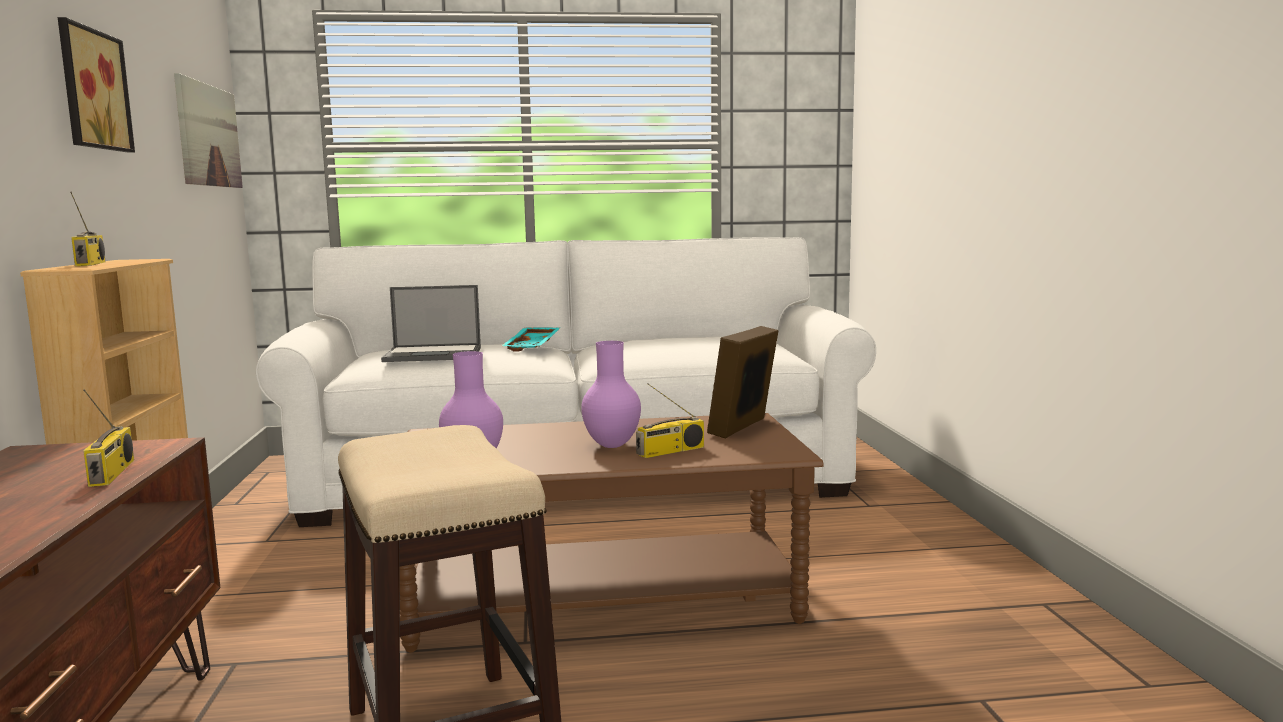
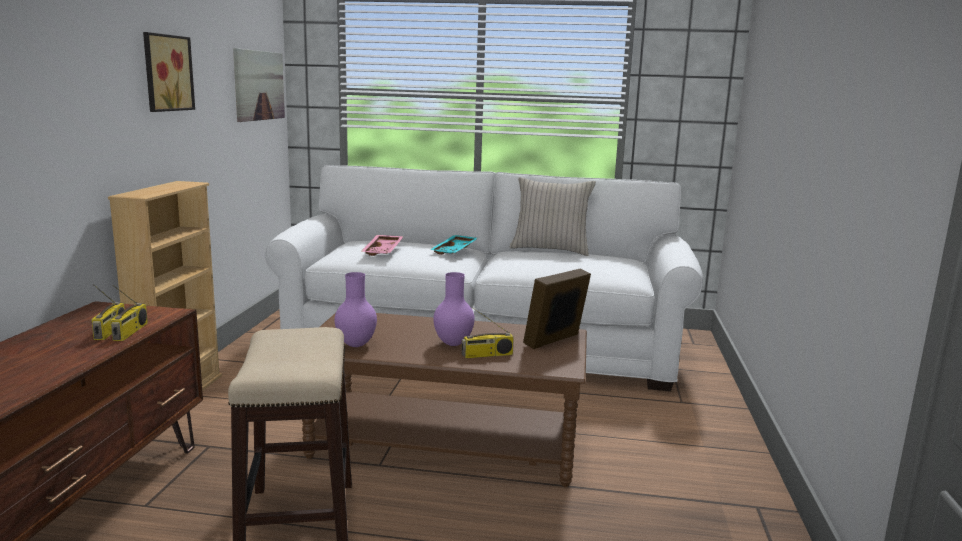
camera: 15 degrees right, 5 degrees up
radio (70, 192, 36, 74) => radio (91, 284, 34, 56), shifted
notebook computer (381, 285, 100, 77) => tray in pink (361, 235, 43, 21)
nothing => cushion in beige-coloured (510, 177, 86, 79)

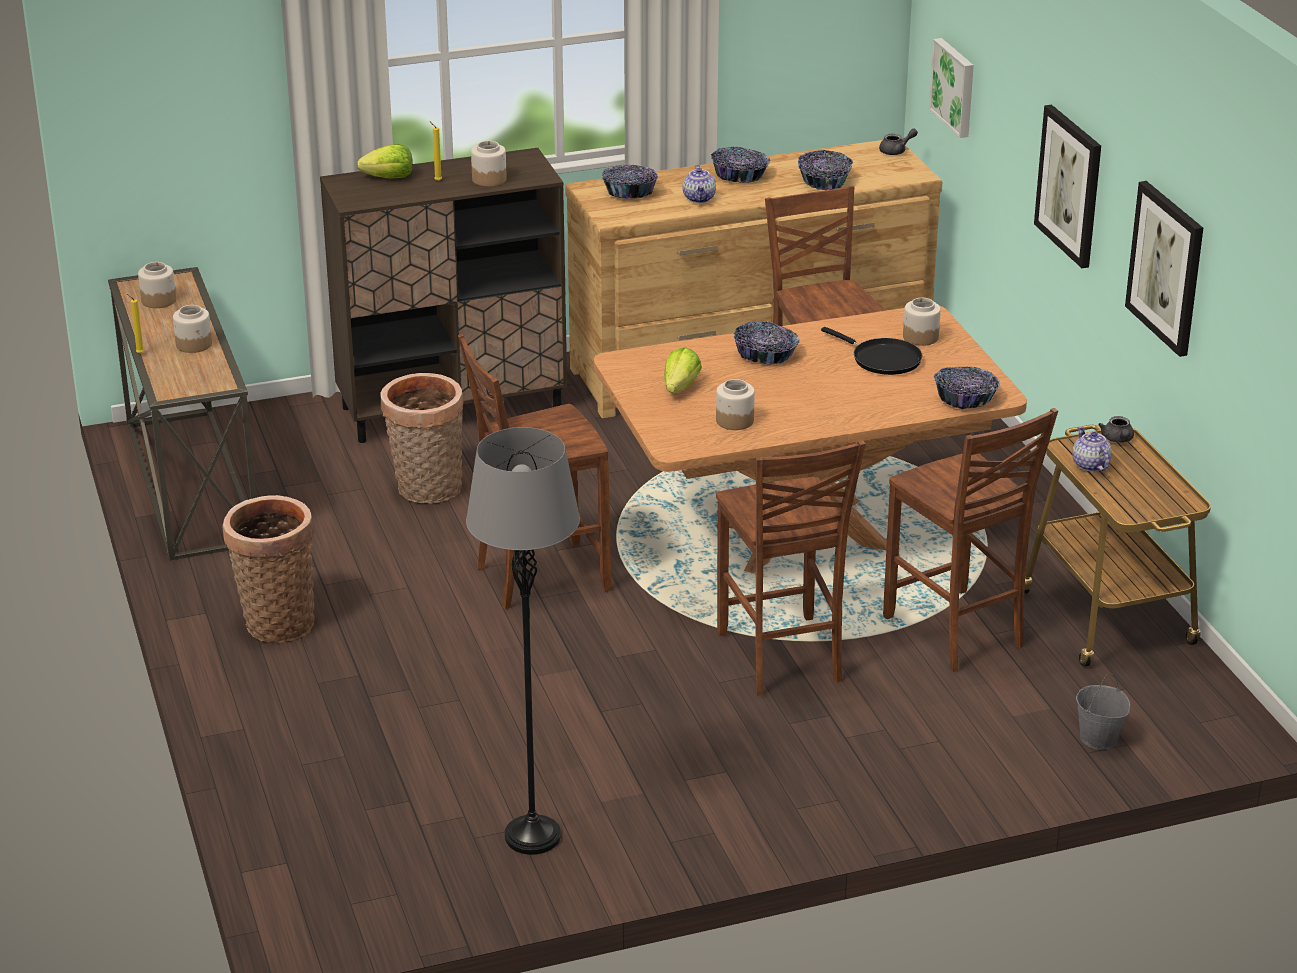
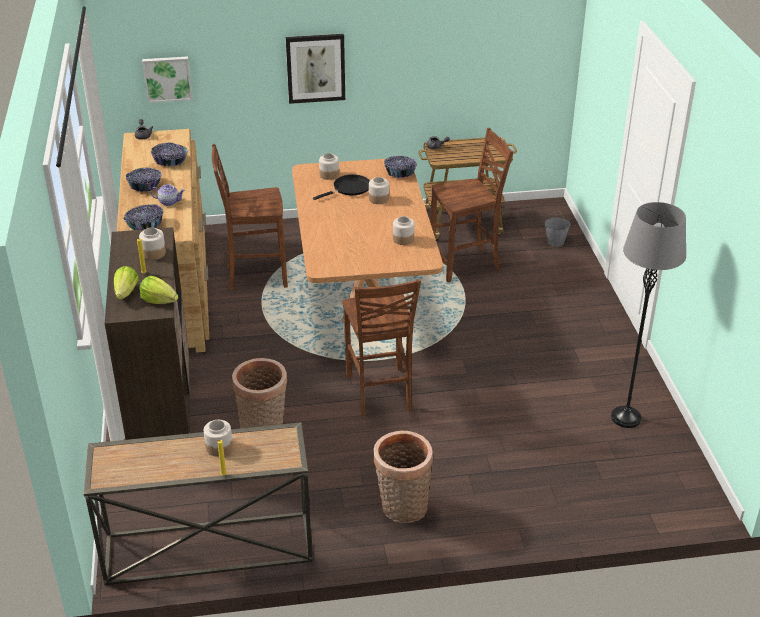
camera: 80 degrees left, 5 degrees up
lettuce head (664, 347, 38, 46) => lettuce head (139, 276, 39, 28), shifted
preserve jar (138, 262, 38, 46) => preserve jar (369, 177, 20, 27), shifted
chair in brownish (716, 440, 149, 256) => nothing
serving bowl (733, 321, 67, 44) => nothing
pot for tea (1072, 426, 40, 46) => nothing
wall art (1125, 181, 78, 176) => nothing

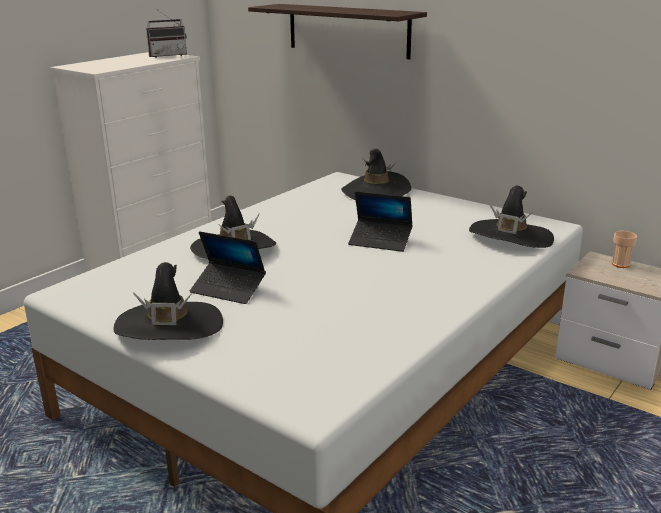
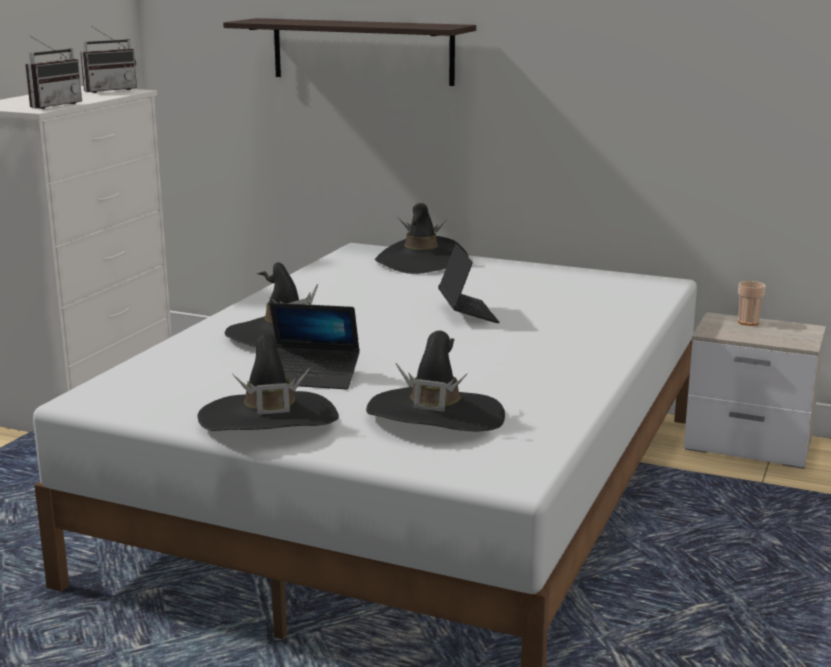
camera: 15 degrees left, 5 degrees down
nothing => radio (25, 35, 57, 74)
wearable hat in black-coloured (469, 186, 85, 62) => wearable hat in black-coloured (366, 331, 139, 100), shifted
notebook computer (348, 192, 65, 60) => notebook computer (438, 244, 61, 79), 105 degrees counterclockwise

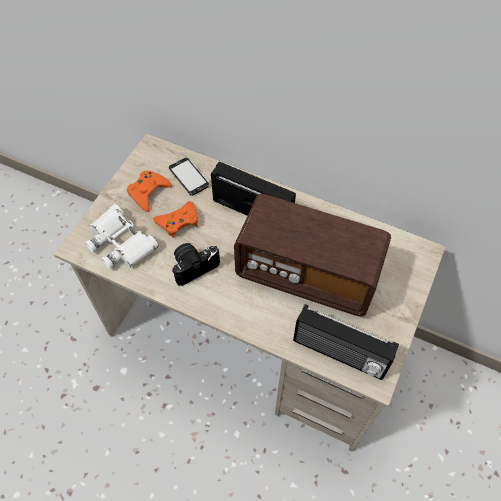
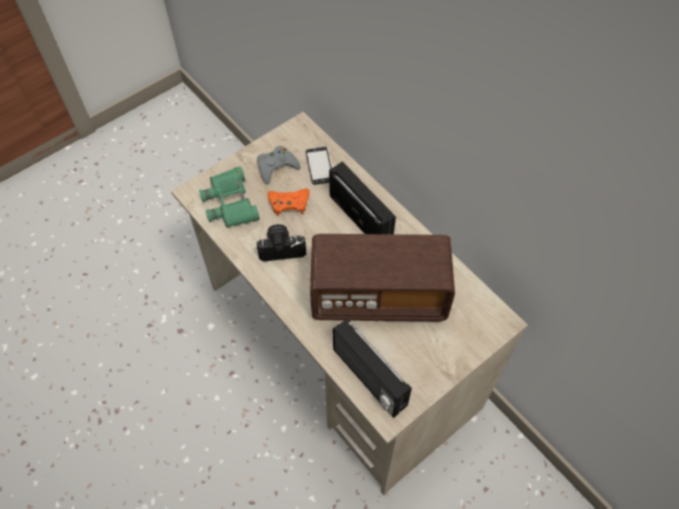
camera: 25 degrees right, 0 degrees up
pair of binoculars in white (85, 204, 74, 65) => pair of binoculars in green-coloured (199, 166, 61, 61)
game controller in orange (127, 171, 45, 41) => game controller in greyish (257, 146, 44, 39)
radio (234, 194, 157, 123) => radio (310, 234, 145, 87), 45 degrees counterclockwise

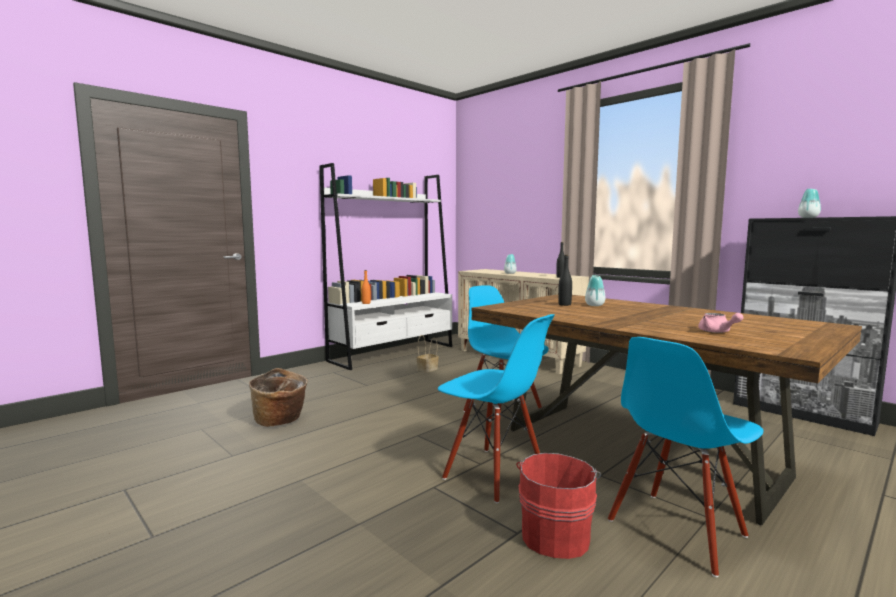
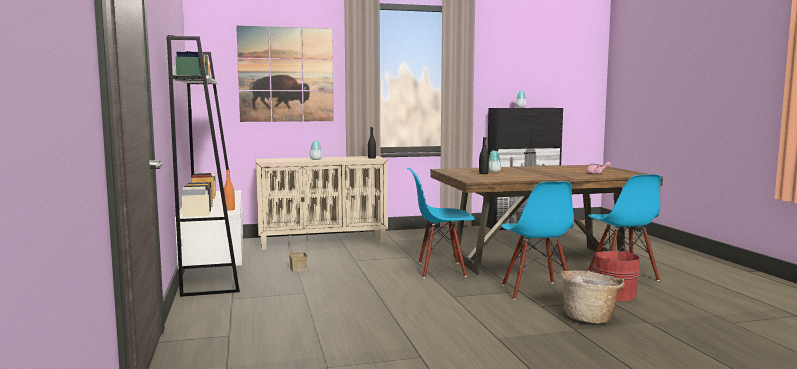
camera: 60 degrees left, 0 degrees up
nothing => wall art (236, 26, 98, 96)
chair in blue-coloured (438, 314, 117, 189) => chair in blue-coloured (501, 181, 73, 119), 105 degrees clockwise
storage basket (249, 368, 58, 59) => storage basket (559, 270, 66, 54), shifted

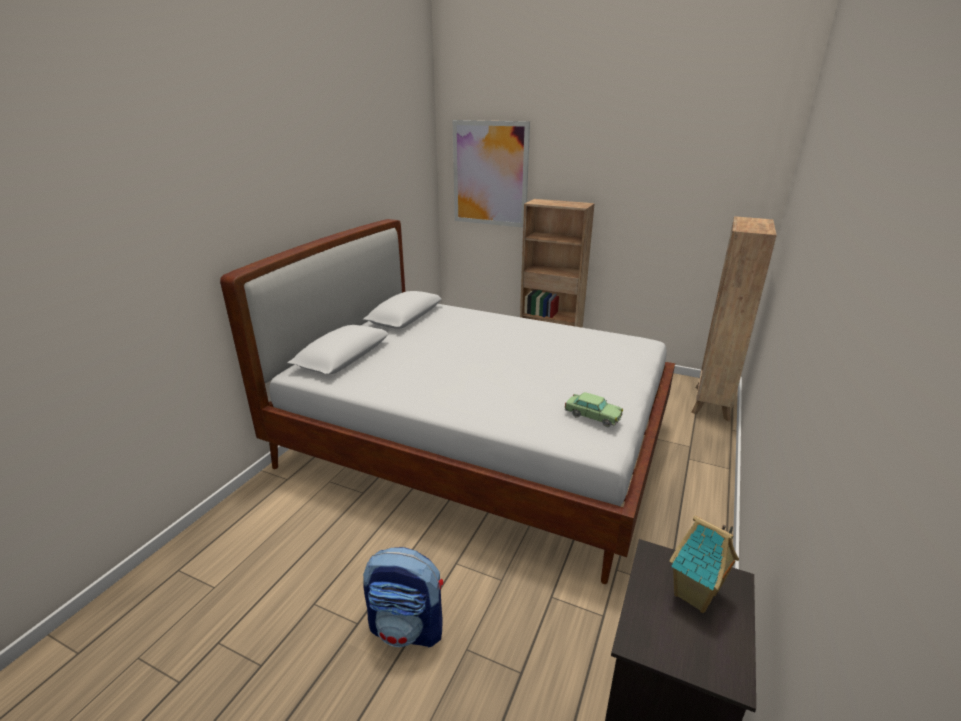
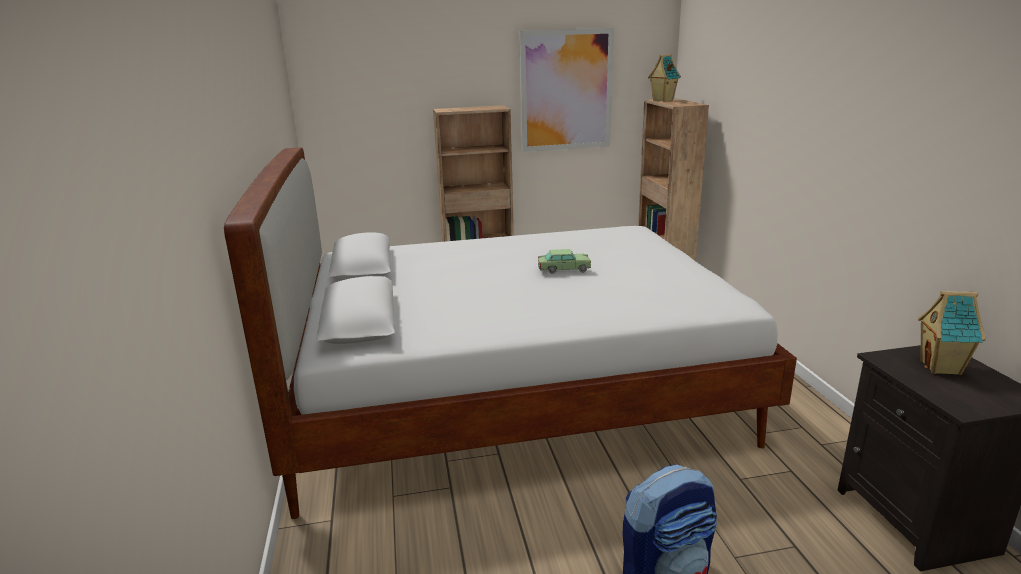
camera: 35 degrees left, 5 degrees down
wall art (453, 120, 77, 108) => wall art (519, 28, 95, 124), shifted
toy car (565, 392, 58, 35) => toy car (538, 249, 53, 25), shifted
nothing => toy house (648, 54, 33, 48)

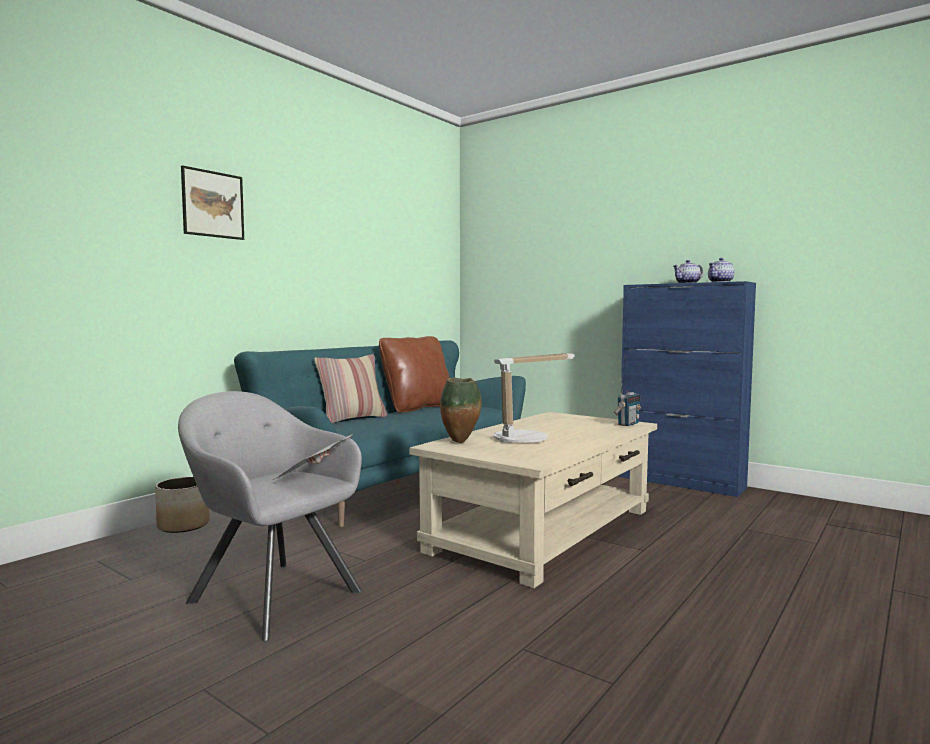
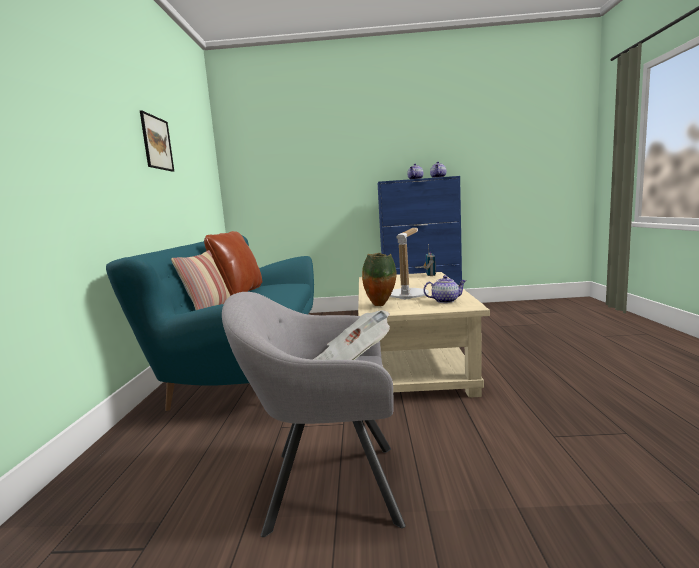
camera: 35 degrees left, 5 degrees up
wall art (181, 165, 63, 75) => wall art (140, 111, 34, 60), shifted
nothing => pot for tea (423, 275, 44, 28)
plant pot (155, 477, 55, 56) => nothing

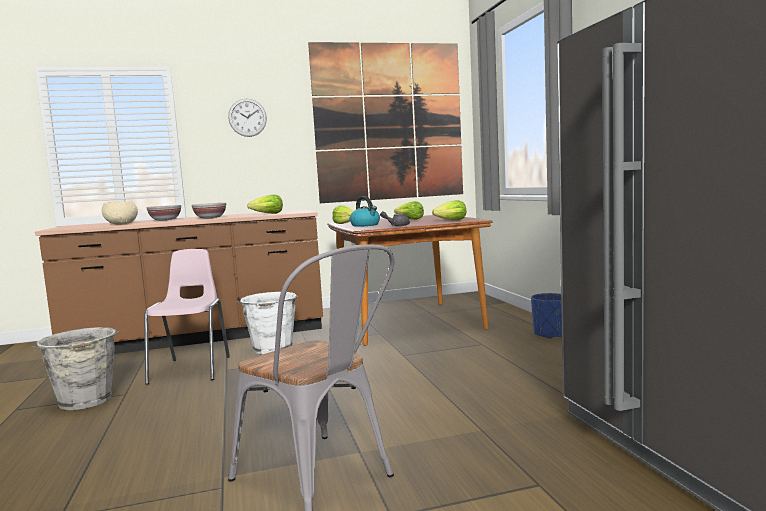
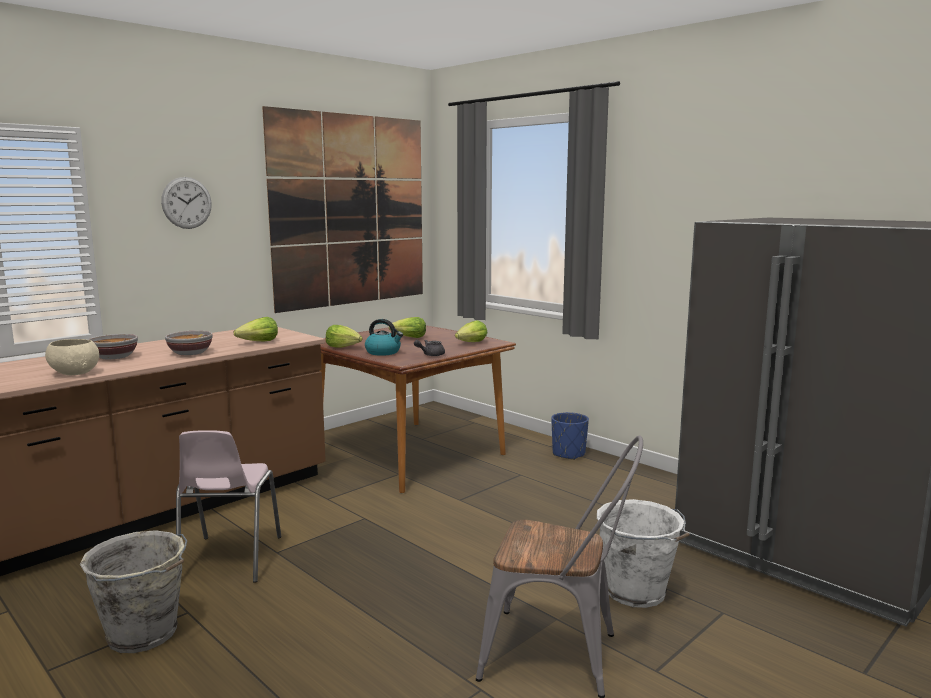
camera: 30 degrees left, 5 degrees up
chair in pink (144, 249, 86, 136) => chair in pink (176, 430, 105, 153), 150 degrees counterclockwise
pail in white (237, 292, 61, 62) => pail in white (597, 499, 93, 109), shifted

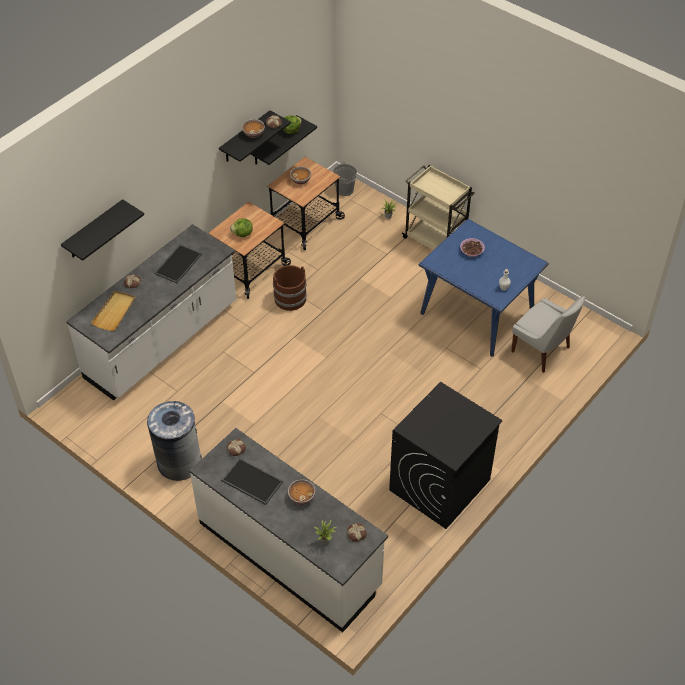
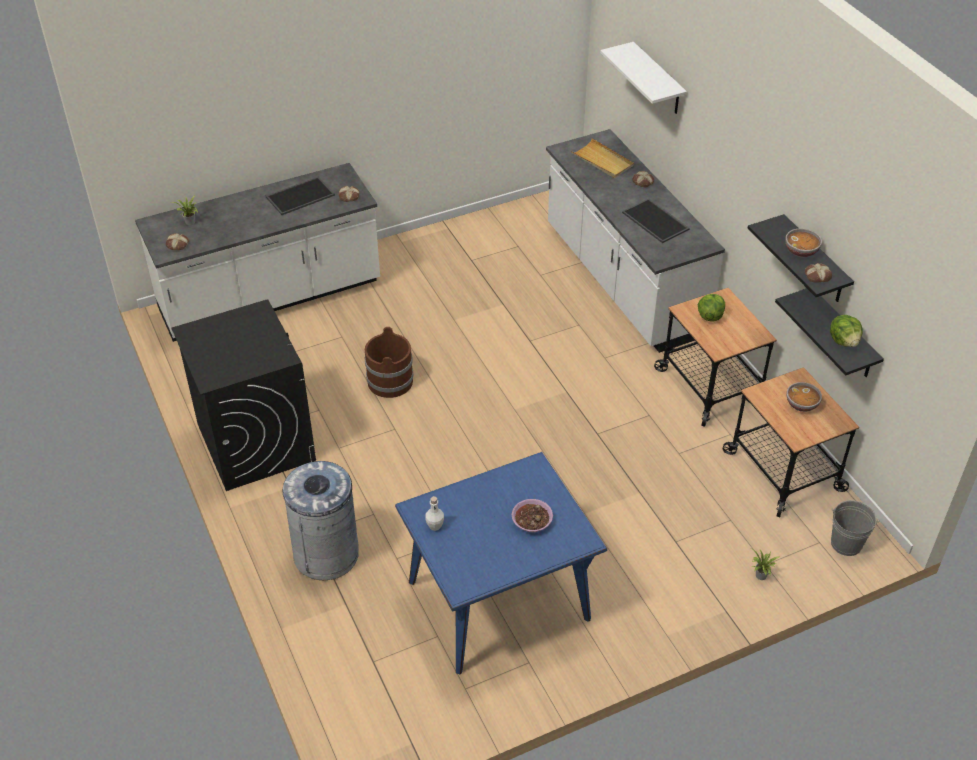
camera: 115 degrees right, 5 degrees down
trash can in greyish (147, 399, 55, 82) => trash can in greyish (283, 461, 76, 119), shifted
pail in brownish (273, 265, 34, 46) => pail in brownish (365, 327, 48, 71), shifted
shelf in black-coloured (61, 199, 83, 62) => shelf in white (600, 42, 87, 72)
serving bowl (288, 479, 27, 26) => nothing
trolley in beige-coloured (401, 165, 74, 85) => nothing
chair in white (511, 296, 74, 77) => nothing

